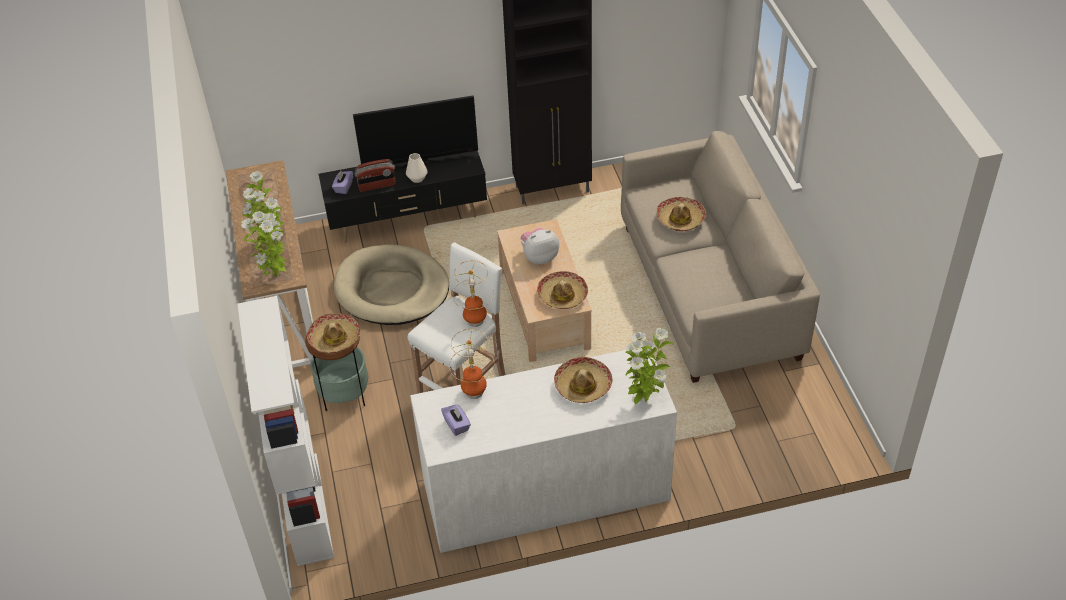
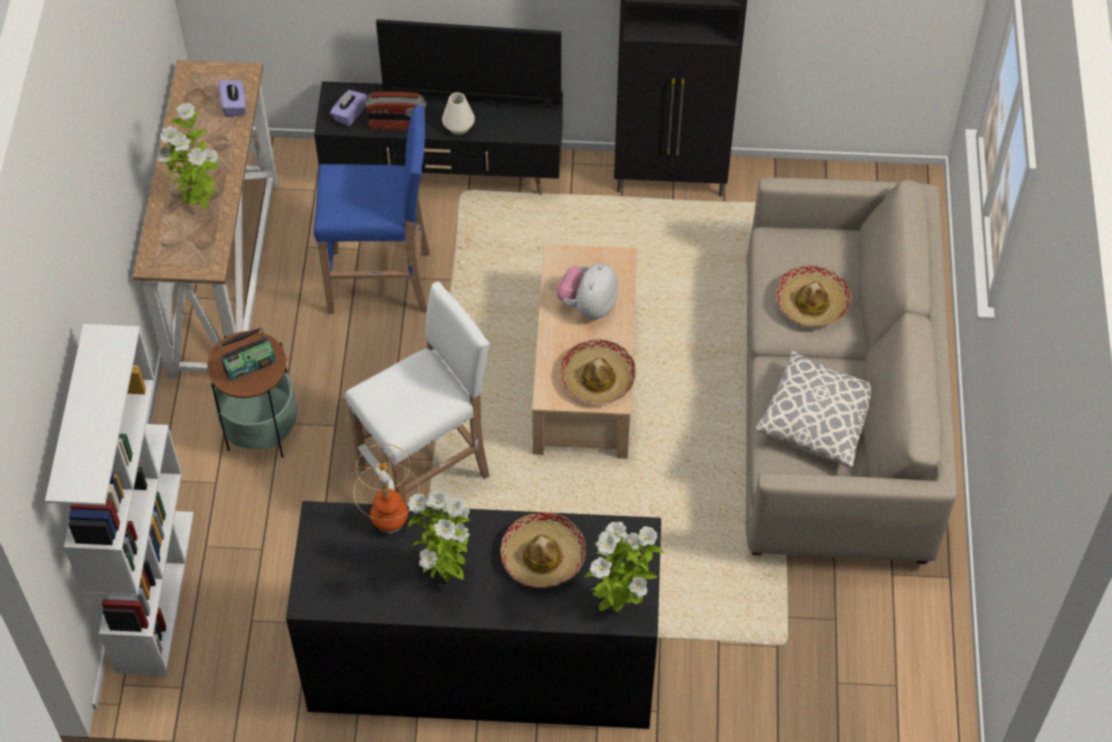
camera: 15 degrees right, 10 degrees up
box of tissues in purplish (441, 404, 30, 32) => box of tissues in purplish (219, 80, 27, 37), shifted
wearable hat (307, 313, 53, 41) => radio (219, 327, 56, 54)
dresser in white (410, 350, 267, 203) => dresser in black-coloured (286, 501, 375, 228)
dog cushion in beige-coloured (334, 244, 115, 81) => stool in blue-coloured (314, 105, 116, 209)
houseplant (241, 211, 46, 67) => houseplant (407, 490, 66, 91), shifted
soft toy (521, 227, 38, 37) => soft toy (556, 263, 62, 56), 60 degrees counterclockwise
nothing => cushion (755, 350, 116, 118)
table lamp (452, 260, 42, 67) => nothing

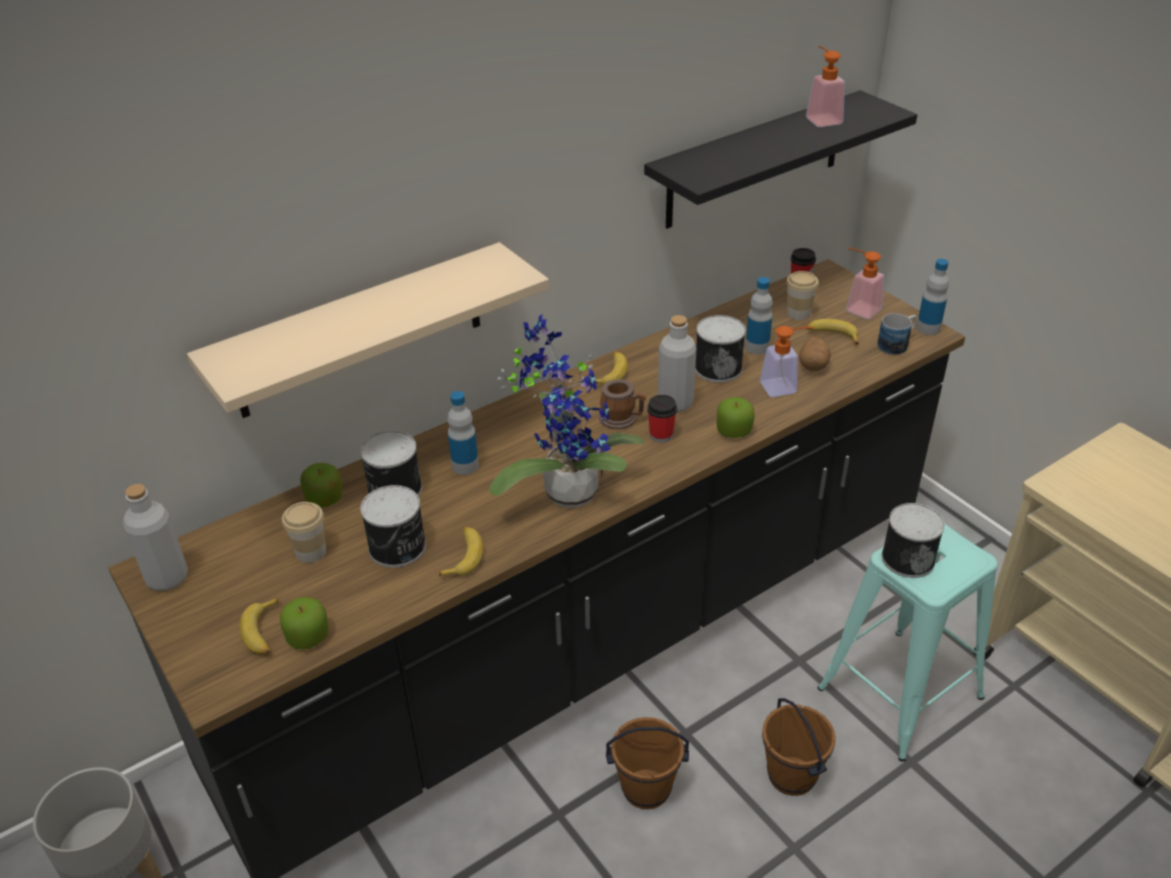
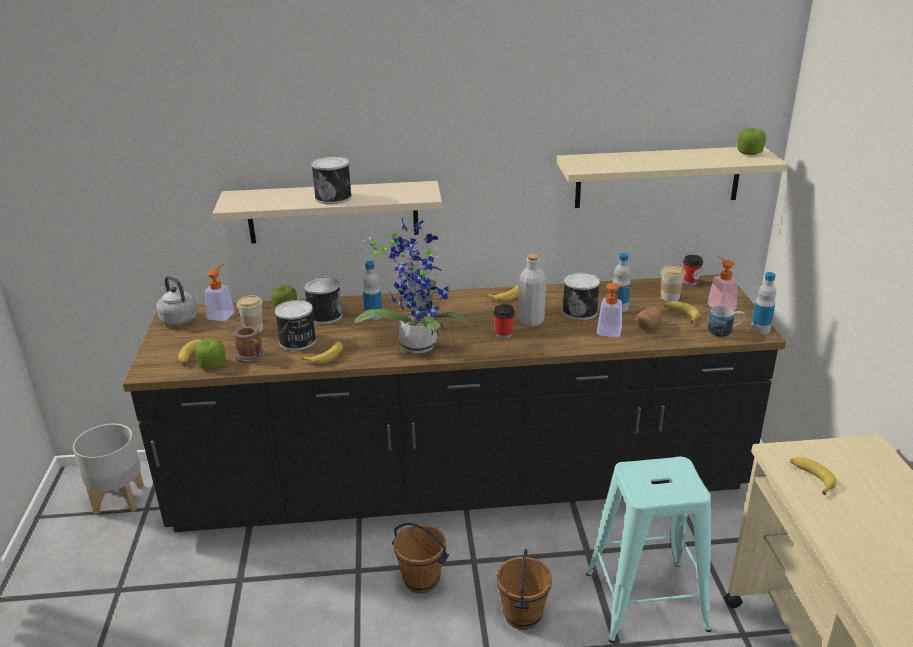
camera: 30 degrees right, 10 degrees down
beverage bottle in greyish (123, 484, 65, 107) => kettle in greyish (156, 276, 42, 49)
liquid soap bottle (806, 46, 39, 81) => liquid soap bottle (205, 264, 30, 57), shifted
mug (599, 379, 47, 50) => mug (234, 326, 31, 37), shifted
can (882, 503, 63, 75) => can (311, 156, 41, 48), shifted
shelf in black-coloured (644, 90, 273, 139) => shelf in beige-coloured (556, 147, 232, 61)
apple fruit (717, 397, 38, 41) => apple fruit (737, 128, 29, 27), shifted
nothing => whole banana (790, 457, 47, 38)

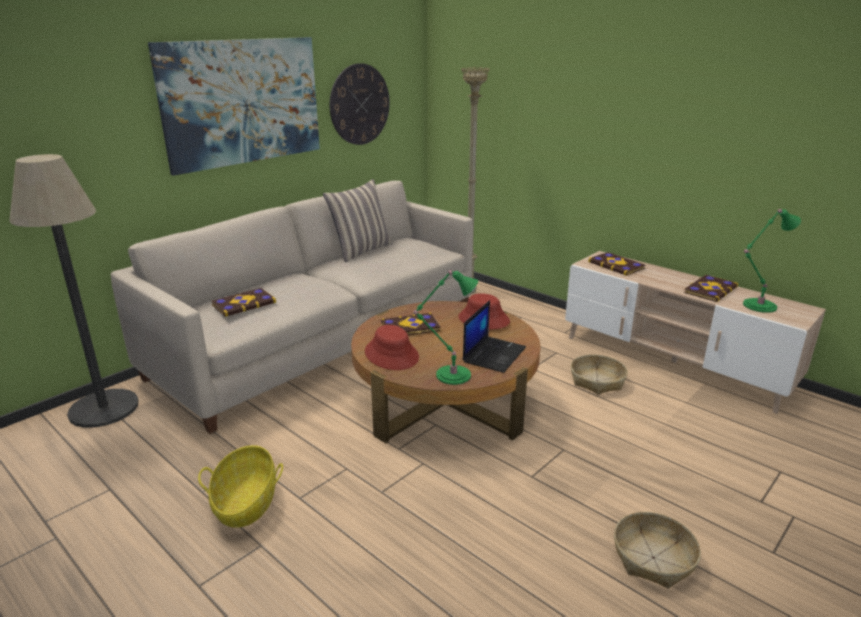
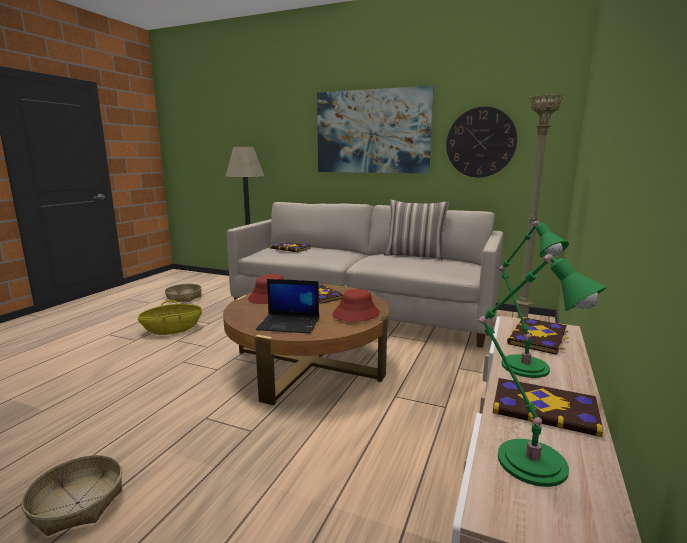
camera: 70 degrees right, 10 degrees down
storage basket (571, 354, 57, 41) => storage basket (165, 284, 37, 18), shifted
table lamp in green-coloured (413, 270, 65, 115) => table lamp in green-coloured (498, 221, 71, 157), shifted

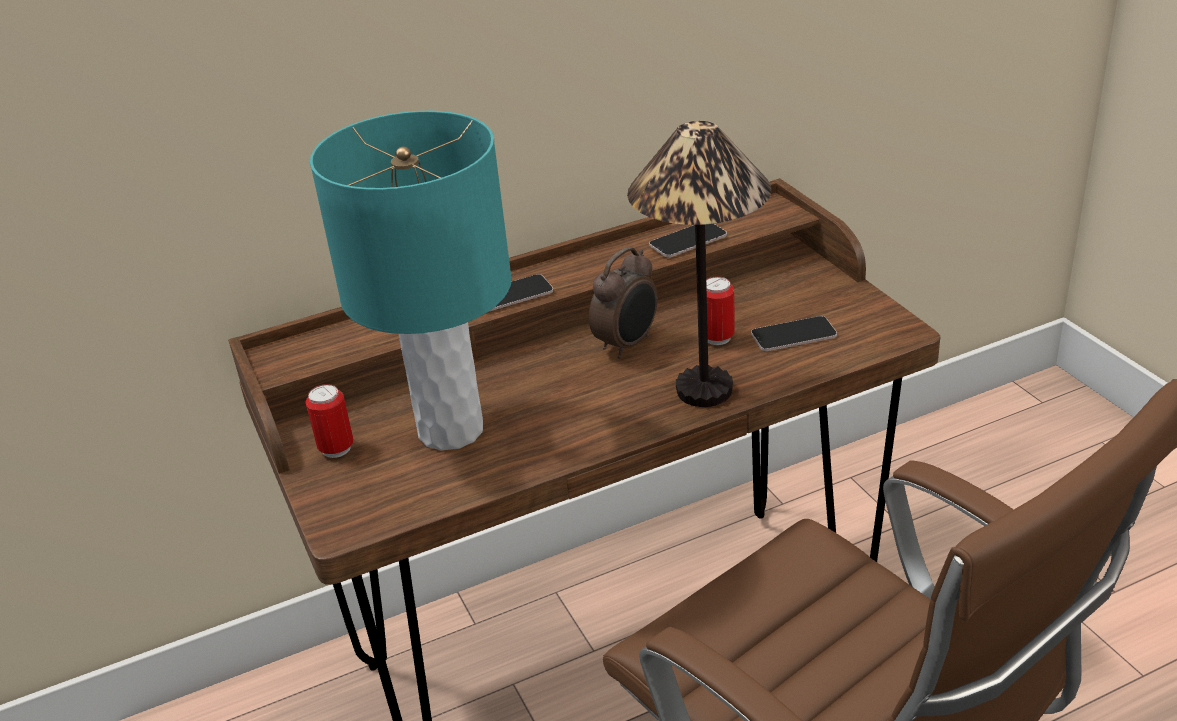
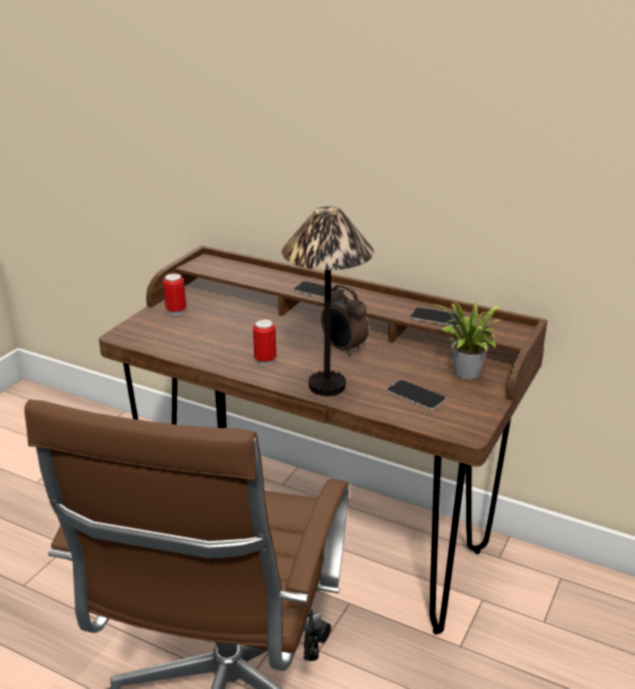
camera: 50 degrees right, 5 degrees down
can (706, 276, 29, 69) => can (253, 319, 23, 46), shifted
bedside clock (589, 247, 69, 112) => bedside clock (321, 284, 48, 72), 45 degrees clockwise
nothing => houseplant (434, 301, 66, 79)
table lamp in turquoise-coloured (310, 111, 202, 340) => nothing

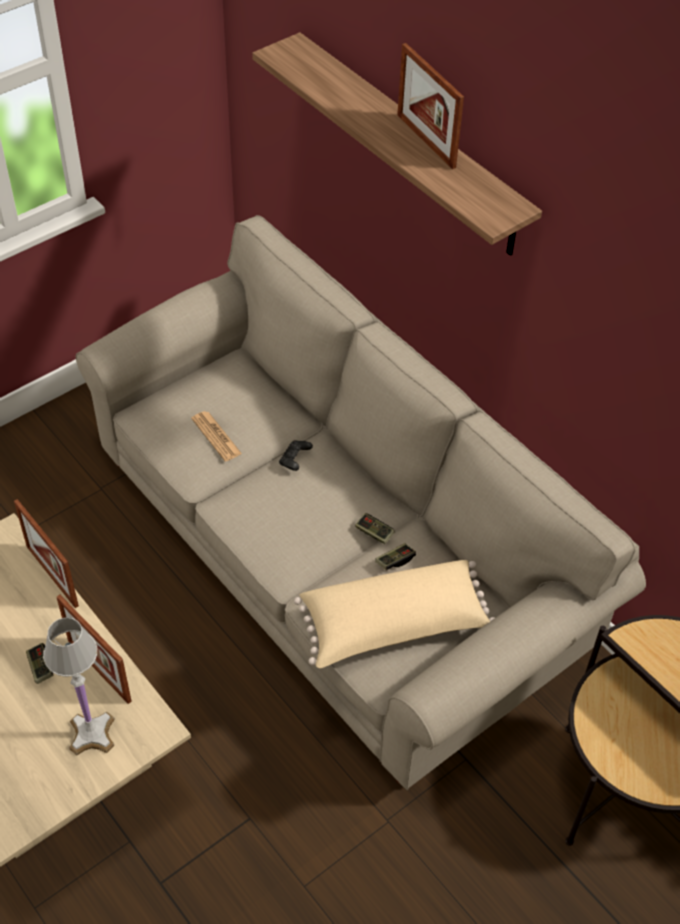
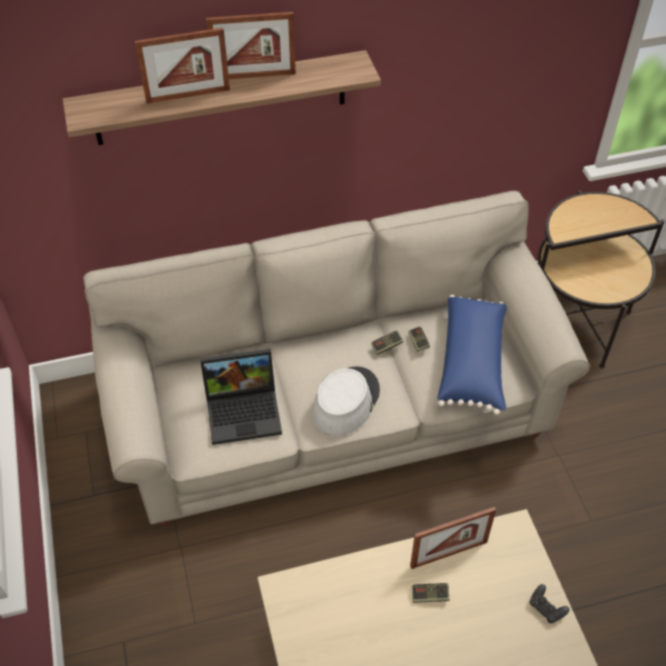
camera: 65 degrees left, 0 degrees up
photo frame (14, 499, 65, 109) => photo frame (135, 28, 95, 76), shifted
newspaper (191, 411, 51, 50) => notebook computer (200, 349, 82, 96)
nothing => wearable hat in greyish (312, 366, 68, 70)
cushion in beige-coloured (294, 560, 200, 108) => cushion in blue-coloured (437, 294, 70, 121)
game controller in black-coloured (279, 440, 34, 31) => game controller in black-coloured (530, 584, 39, 39), shifted
table lamp in white (43, 617, 72, 138) => nothing

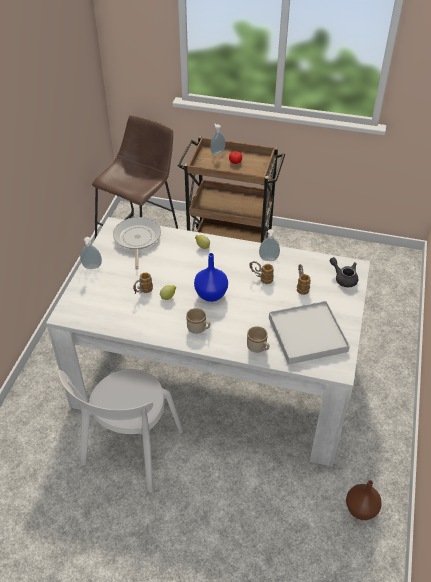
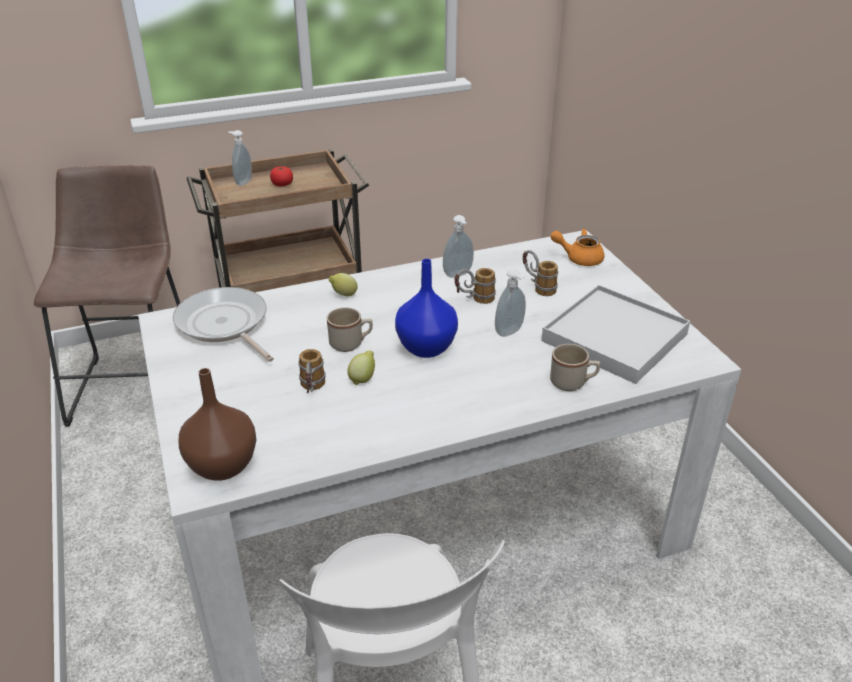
camera: 35 degrees left, 10 degrees down
vase in brownish (346, 480, 36, 40) => vase in brownish (178, 368, 78, 112), shifted
mug in beige-coloured (186, 308, 24, 26) => mug in beige-coloured (327, 307, 46, 45), shifted
liquid soap bottle (80, 237, 22, 32) => liquid soap bottle (495, 269, 31, 68), shifted
pot for tea in greyish (330, 257, 28, 30) => pot for tea in orange (550, 228, 54, 38)

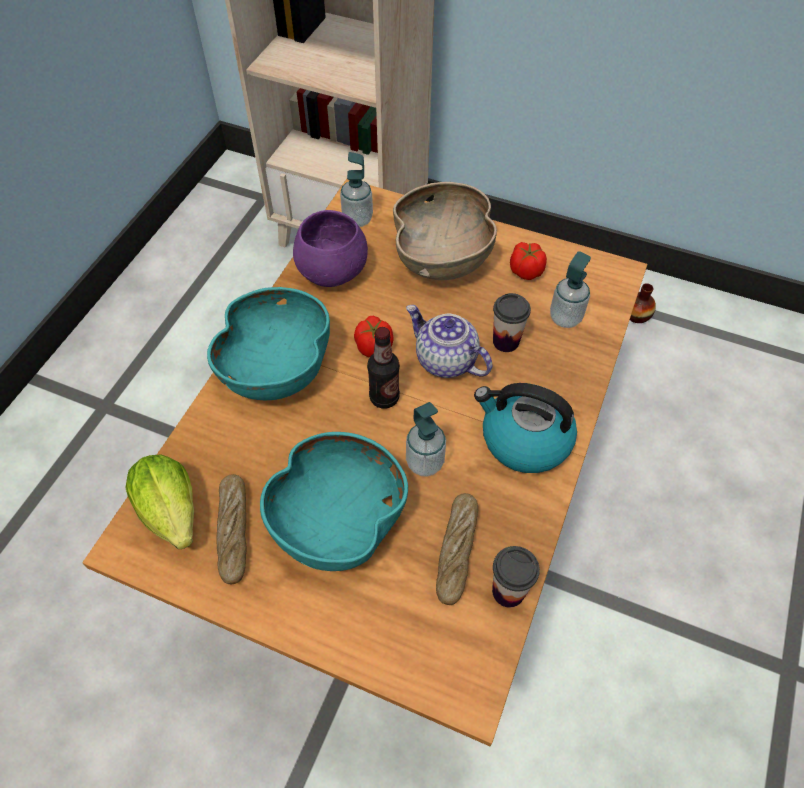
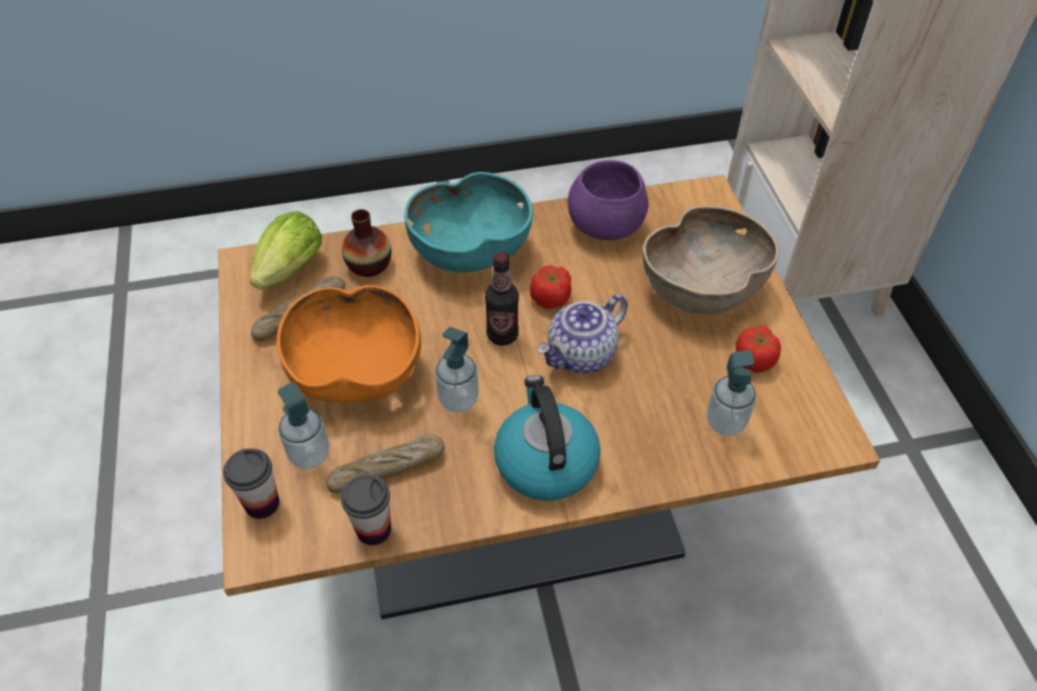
camera: 55 degrees right, 5 degrees down
small cup (493, 293, 38, 59) => small cup (223, 448, 56, 71), shifted
serving bowl in turquoise-coloured (260, 432, 148, 139) => serving bowl in orange (276, 285, 145, 118)
liquid soap bottle (340, 152, 33, 75) => liquid soap bottle (278, 382, 51, 87), shifted
vase (630, 283, 26, 40) => vase (342, 209, 49, 68), shifted
pot for tea (406, 305, 86, 73) => pot for tea (537, 294, 91, 79), 135 degrees counterclockwise

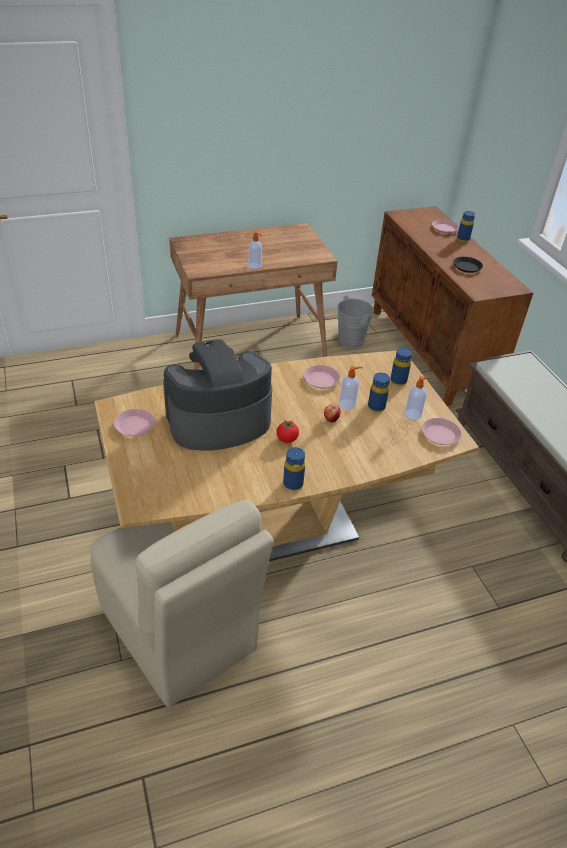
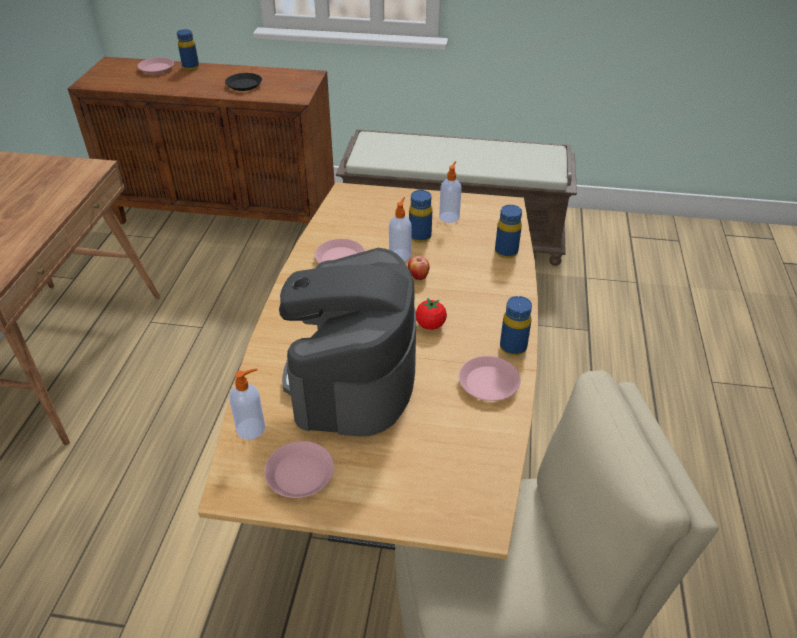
camera: 60 degrees left, 0 degrees up
liquid soap bottle (248, 232, 14, 37) => liquid soap bottle (230, 368, 35, 72), shifted
dinner plate in pink (422, 418, 40, 27) => dinner plate in pink (459, 356, 62, 45), shifted
beverage bottle in blue-coloured (390, 347, 22, 39) => beverage bottle in blue-coloured (495, 205, 27, 53), shifted
pail in greyish (337, 295, 42, 53) => nothing

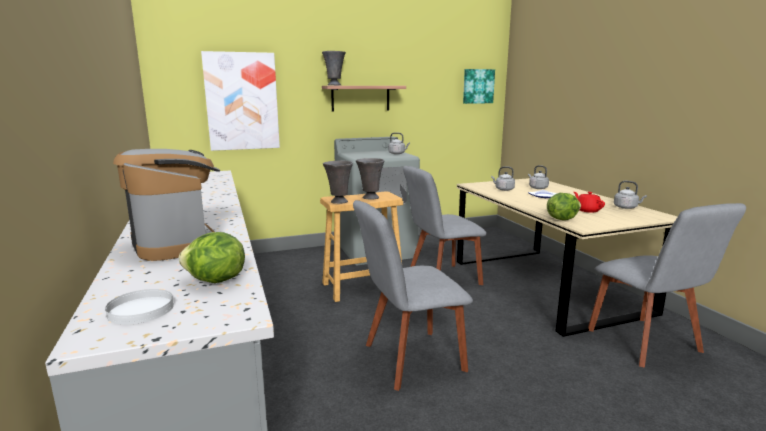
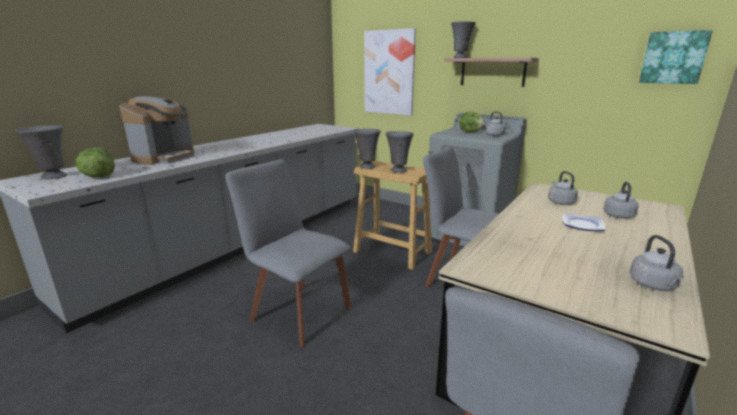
camera: 55 degrees right, 5 degrees up
dinner plate in white (105, 289, 69, 36) => vase in greyish (15, 126, 52, 53)
lettuce head (547, 193, 34, 27) => lettuce head (459, 111, 27, 21), shifted
pot for tea in red (574, 192, 31, 21) => nothing

